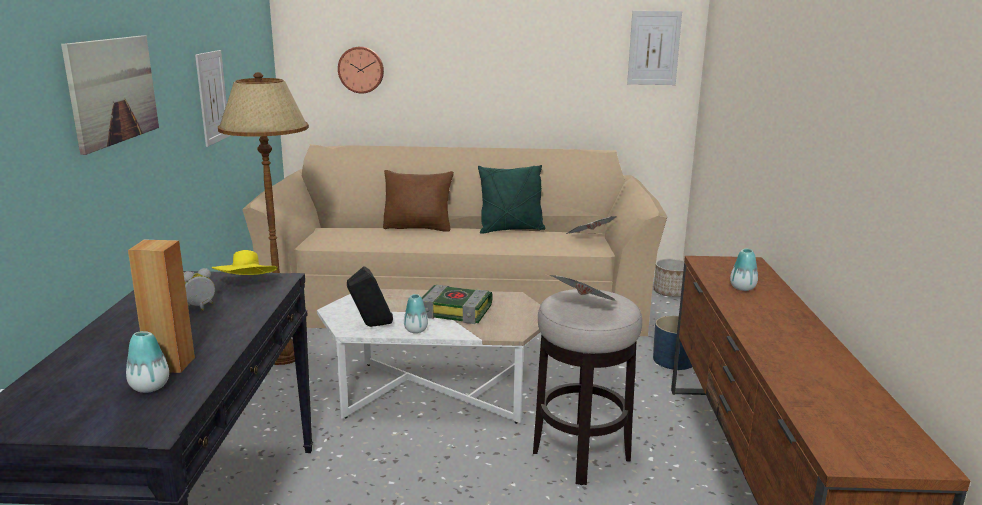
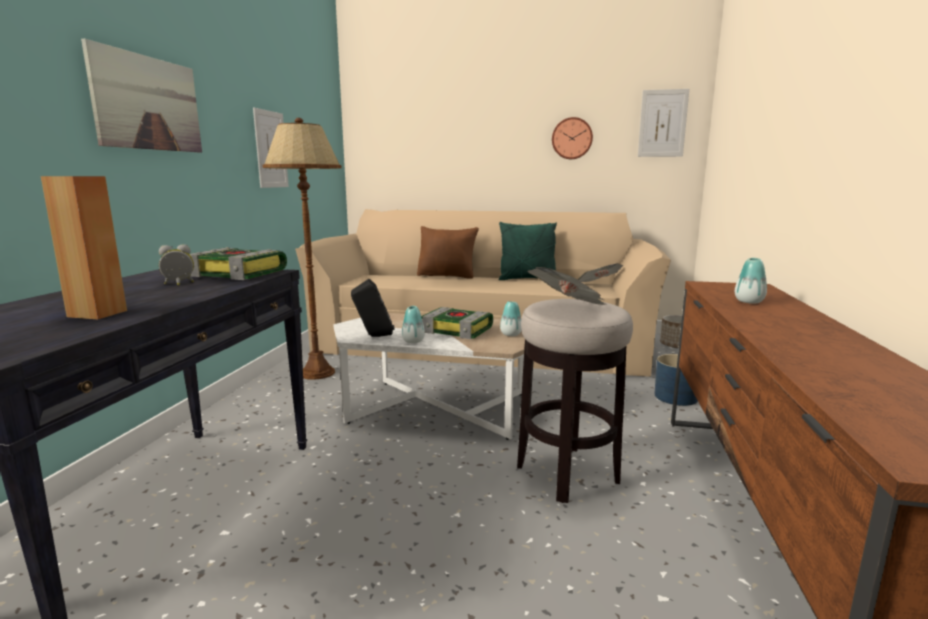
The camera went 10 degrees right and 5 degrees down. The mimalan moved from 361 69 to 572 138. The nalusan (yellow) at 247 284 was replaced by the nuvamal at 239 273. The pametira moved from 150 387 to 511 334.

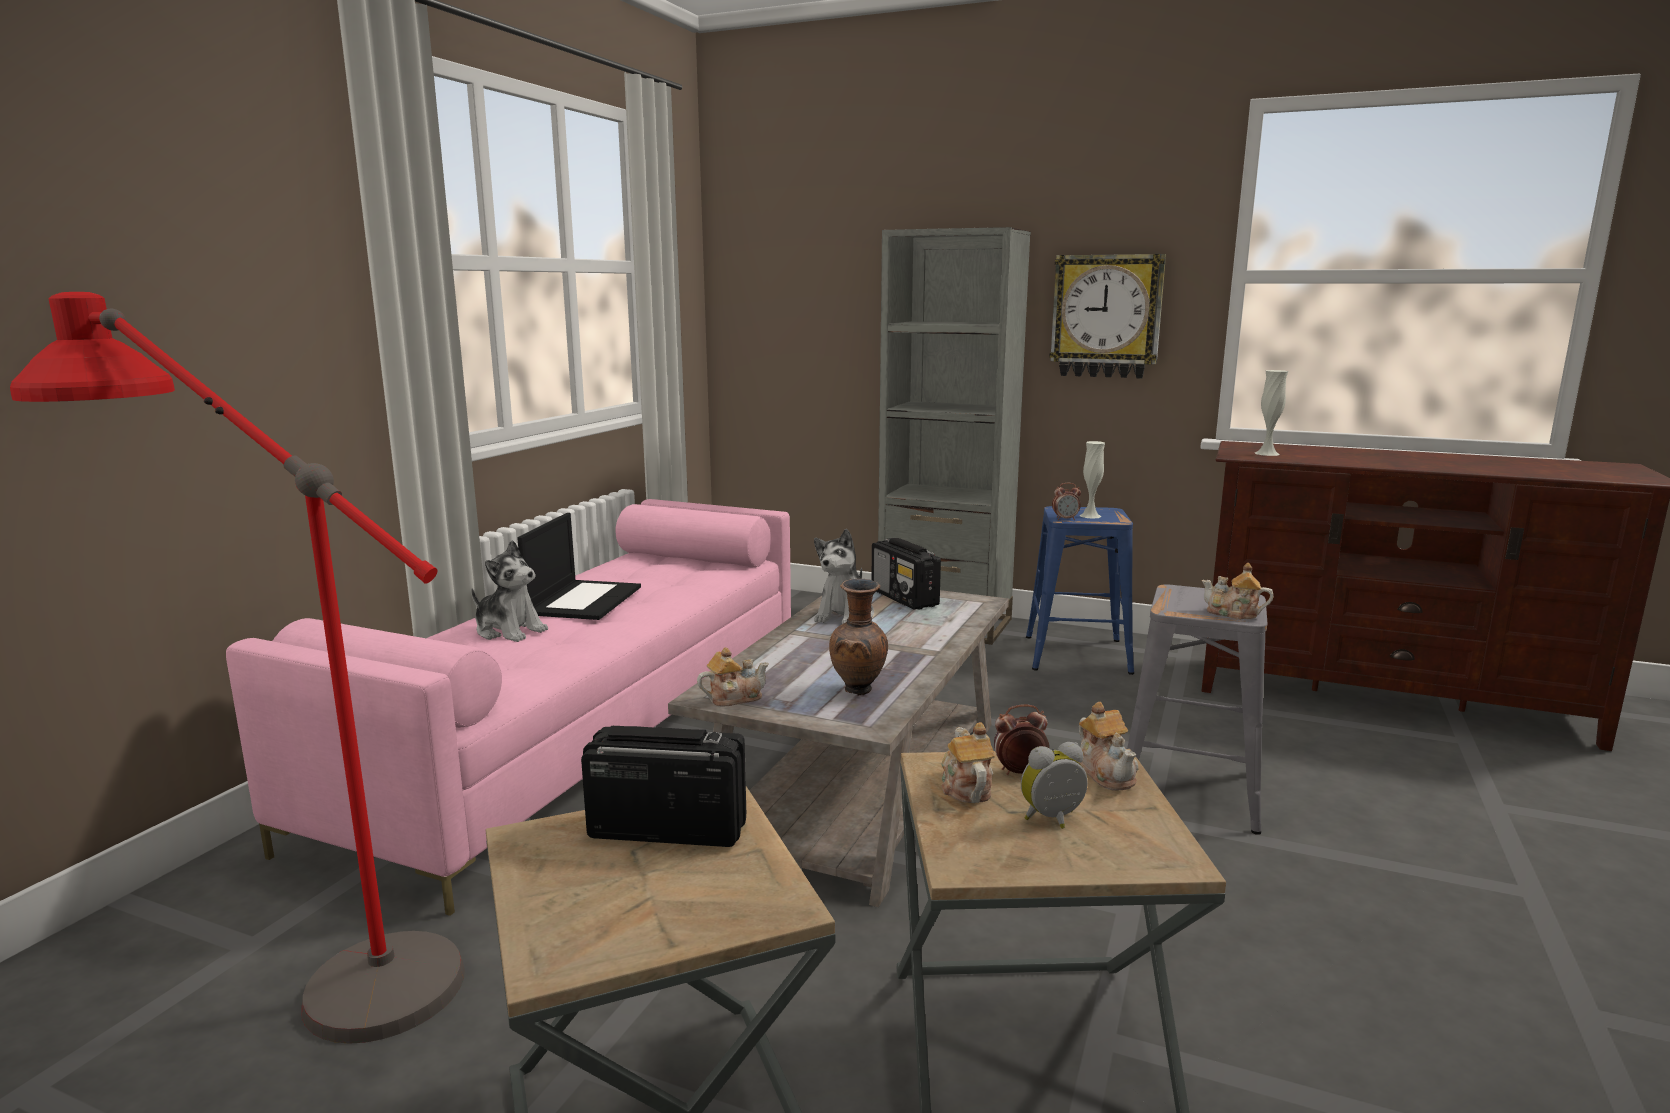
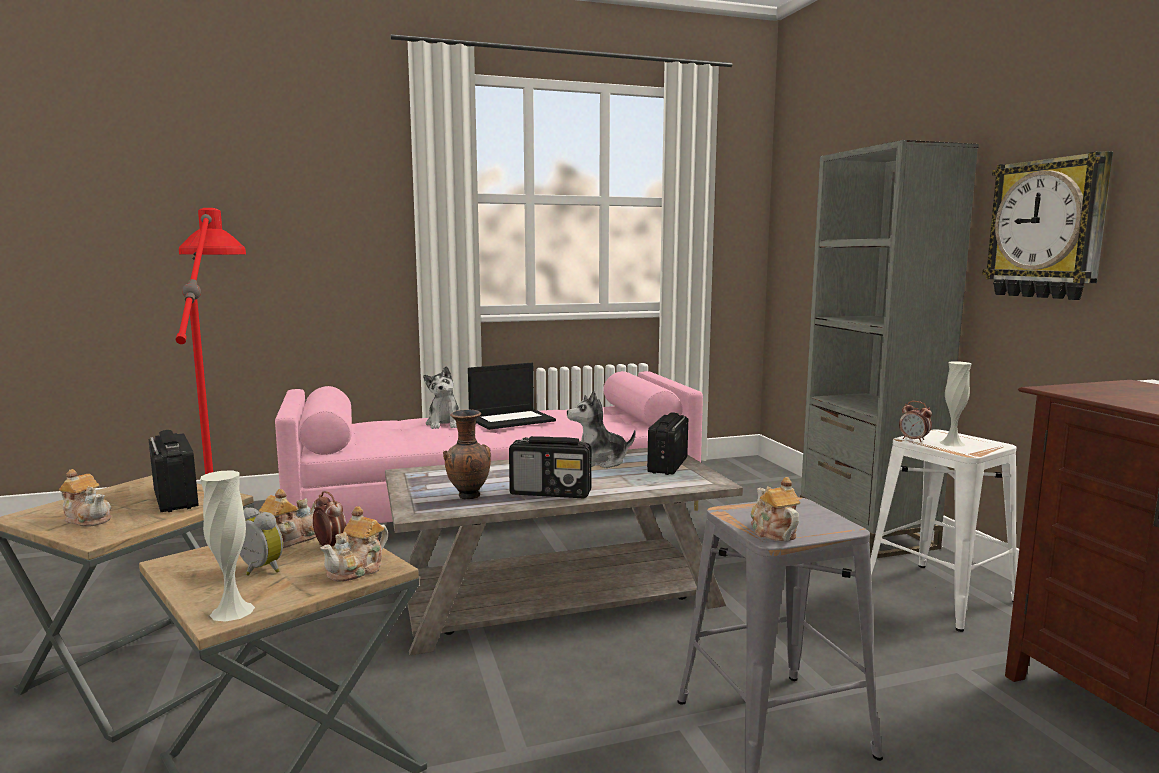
The camera went 50 degrees right and 5 degrees down. The pametira (white) moved from 1267 453 to 232 611. The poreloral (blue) at 1077 654 became the poreloral (white) at 940 595. The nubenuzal moved from 734 698 to 88 519. The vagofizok at 551 493 appeared.

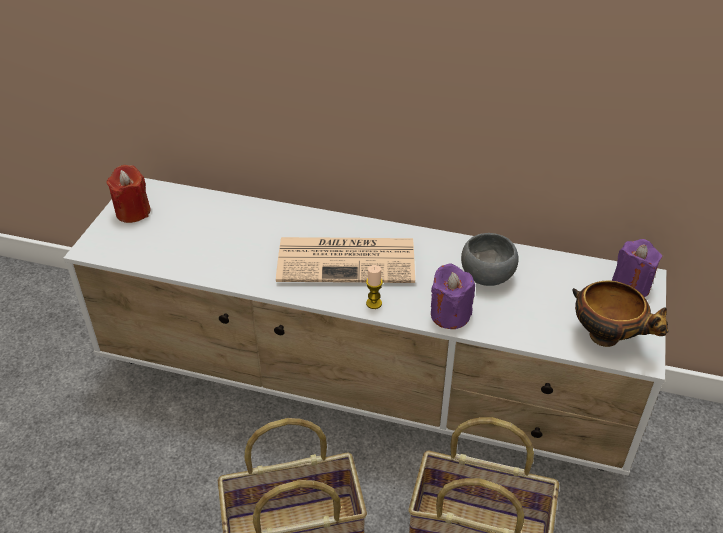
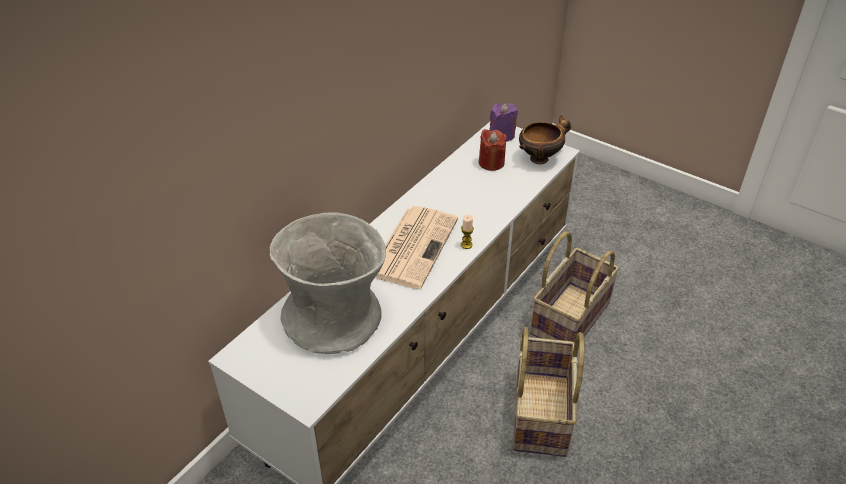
The camera went 70 degrees left and 0 degrees up. The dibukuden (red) moved from 133 212 to 491 163. The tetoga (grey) at 487 275 disappeared. The dibukuden (purple) at 450 315 disappeared. The pametira (grey) at 334 316 appeared.

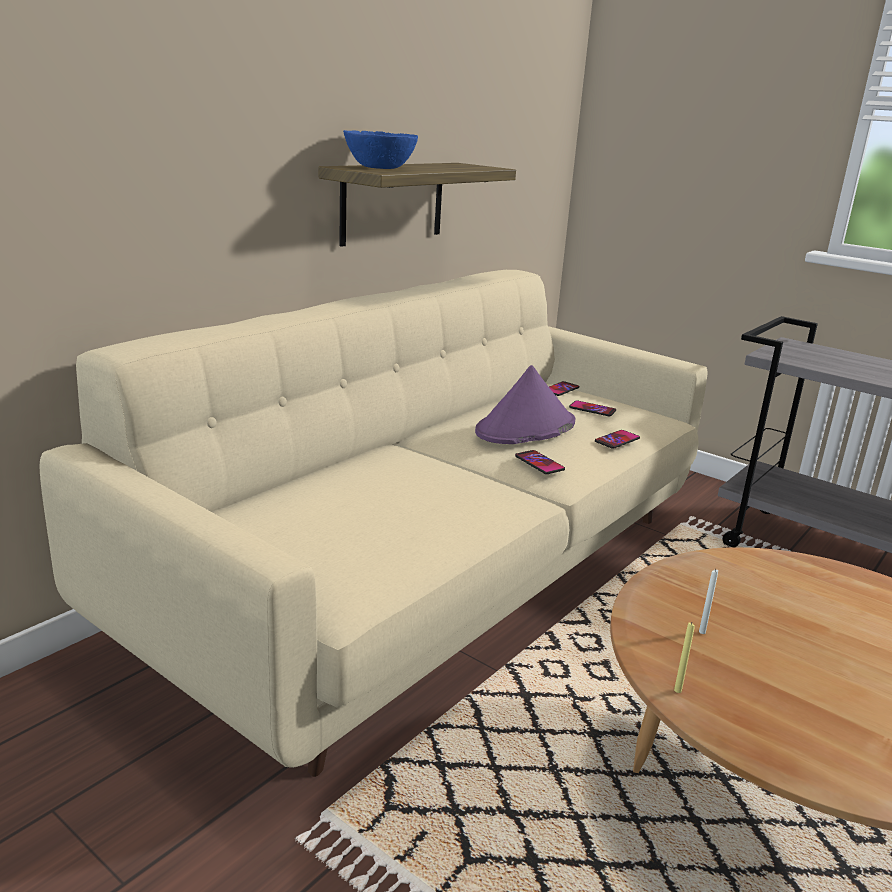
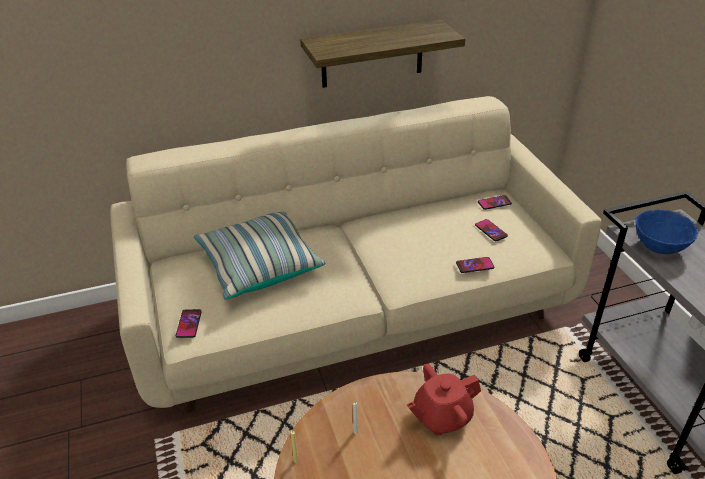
The camera went 35 degrees right and 15 degrees up. The tetoga (blue) moved from 380 168 to 659 246. The nalusan (purple) at 525 428 disappeared. The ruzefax moved from 539 463 to 189 324. The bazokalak at 259 266 appeared. The nubenuzal (red) at 441 417 appeared.

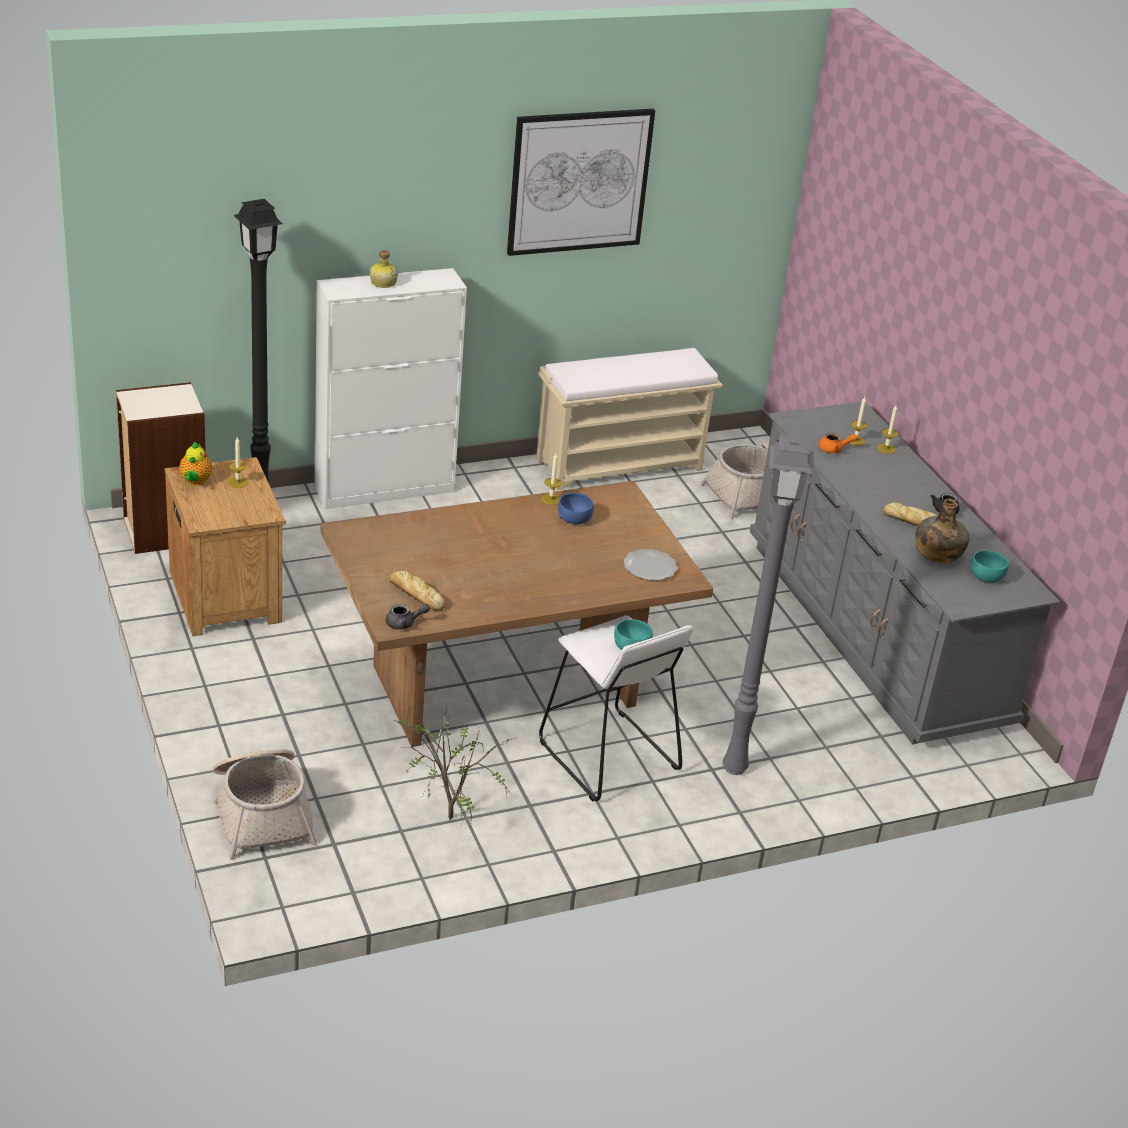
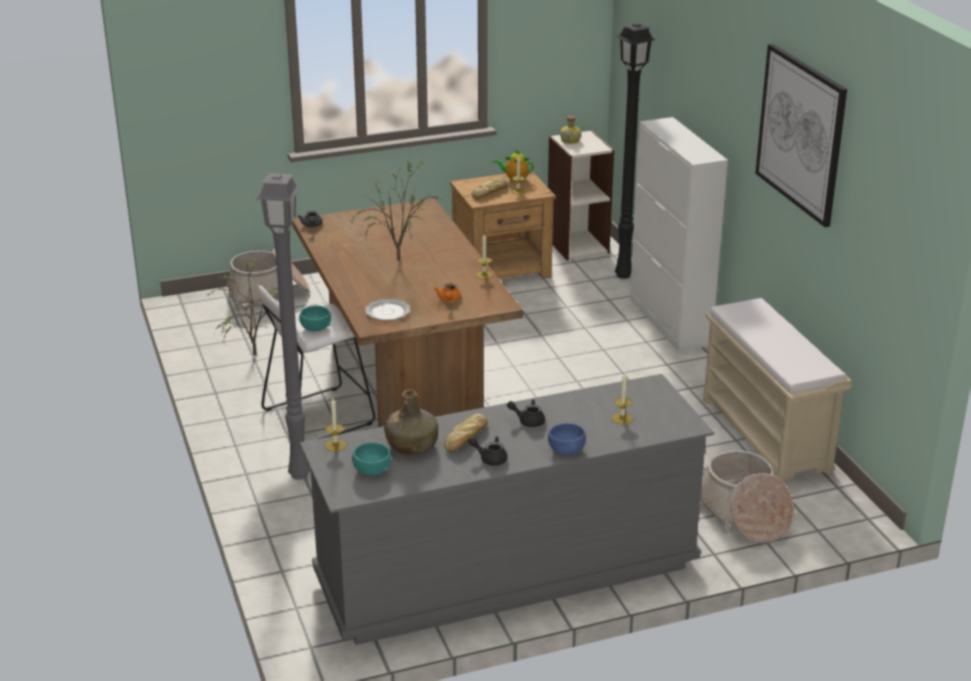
The camera went 95 degrees right and 5 degrees down. The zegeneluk moved from 383 282 to 571 140. The dibukuden moved from 886 448 to 335 445. The nubenuzal (orange) moved from 834 449 to 449 300. The tetoga (blue) moved from 574 518 to 566 449. The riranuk moved from 415 595 to 490 191. The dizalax at 398 258 appeared. The nubenuzal (black) at 528 420 appeared.

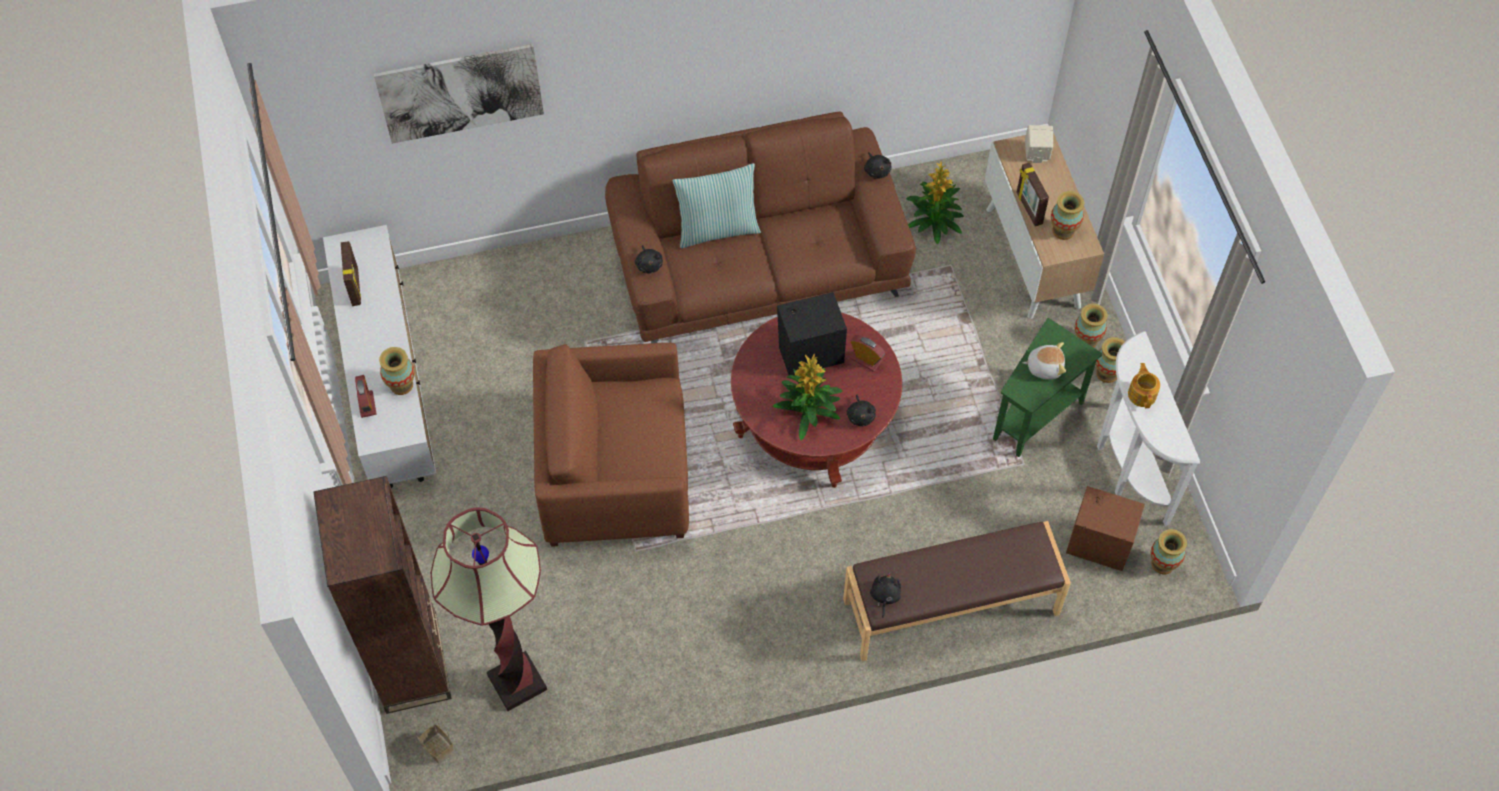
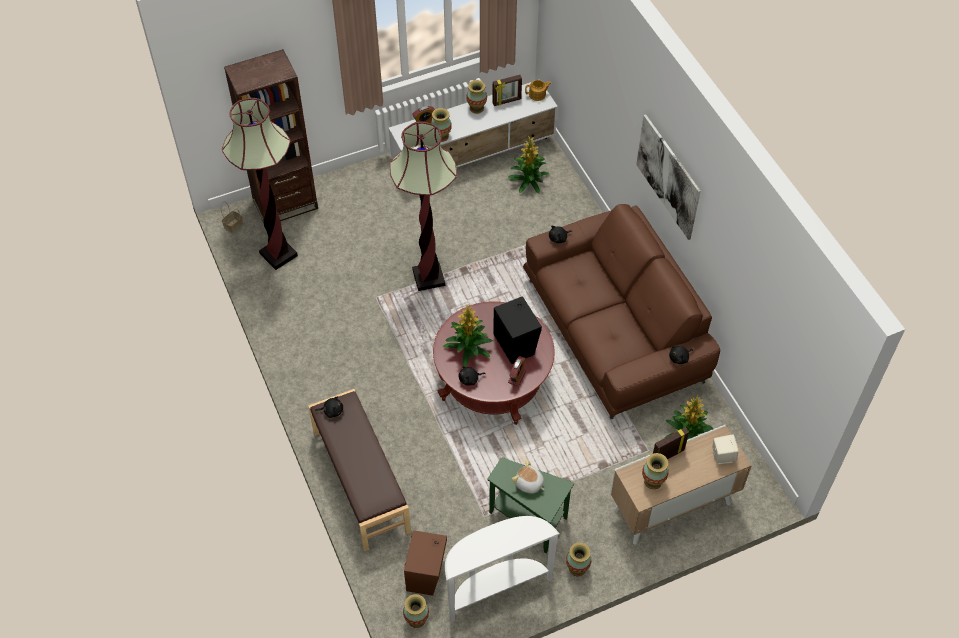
The camera went 80 degrees right and 5 degrees down. The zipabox moved from 460 93 to 668 176. The bazokalak at 717 229 disappeared. The pametira moved from 1086 339 to 476 108. The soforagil at 1044 366 turned 135 degrees clockwise. The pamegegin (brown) at 615 475 was replaced by the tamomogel at 429 278. The nubenuzal moved from 1142 394 to 537 95. The dizalax at 528 180 appeared.

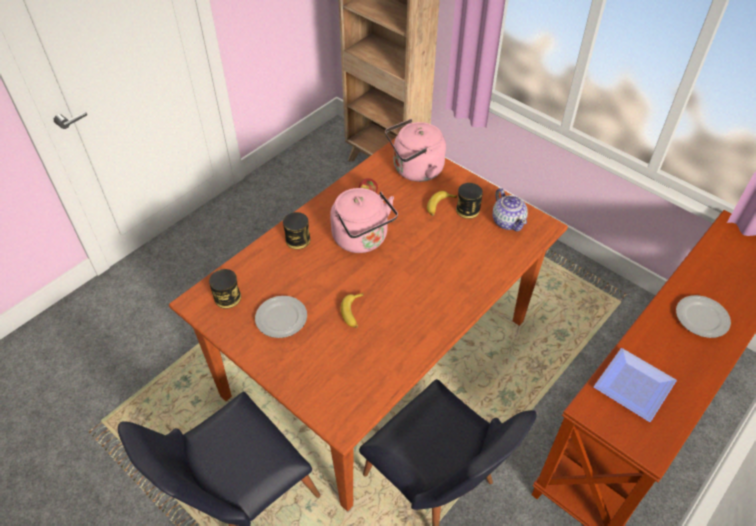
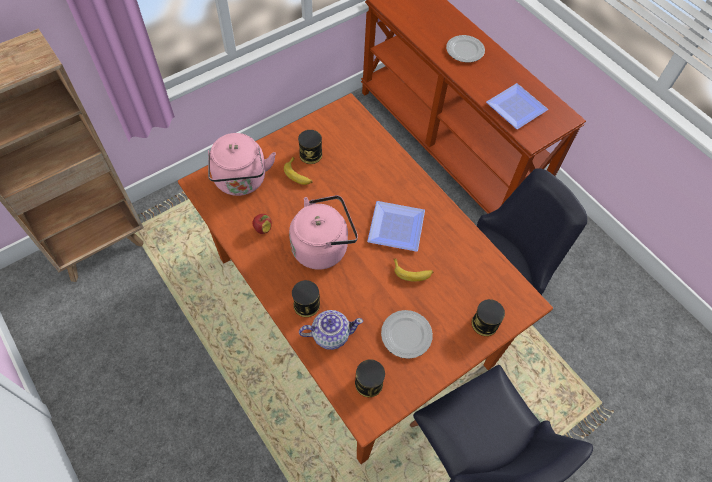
The camera went 80 degrees left and 10 degrees up. The nubenuzal moved from 508 221 to 330 334. The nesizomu at 394 228 appeared. The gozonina at 484 323 appeared.

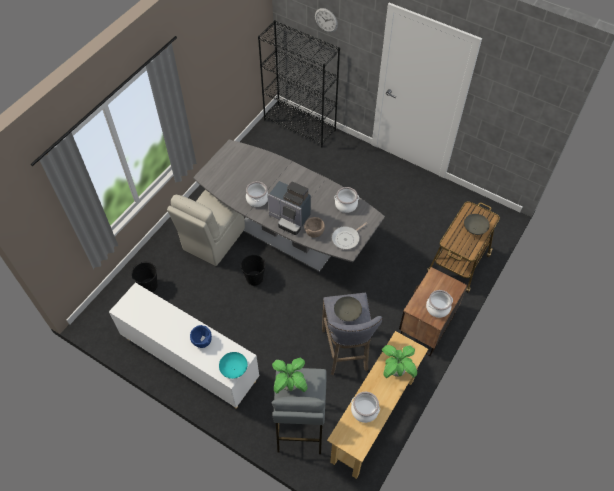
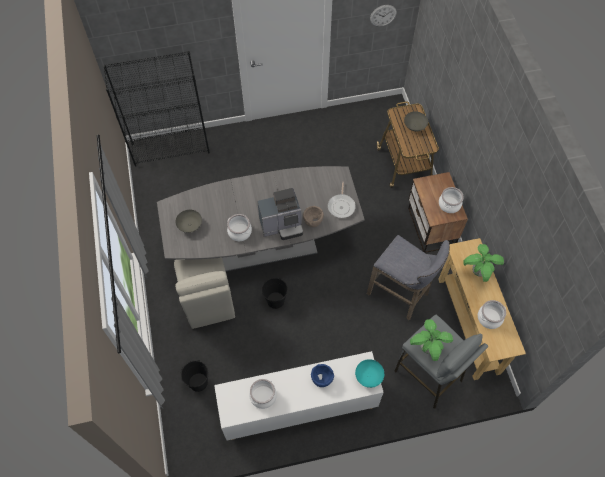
The camera went 45 degrees left and 5 degrees up. The mimalan moved from 326 20 to 383 15. The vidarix moved from 346 204 to 263 396. The tetoga (grey) moved from 347 313 to 189 225.

